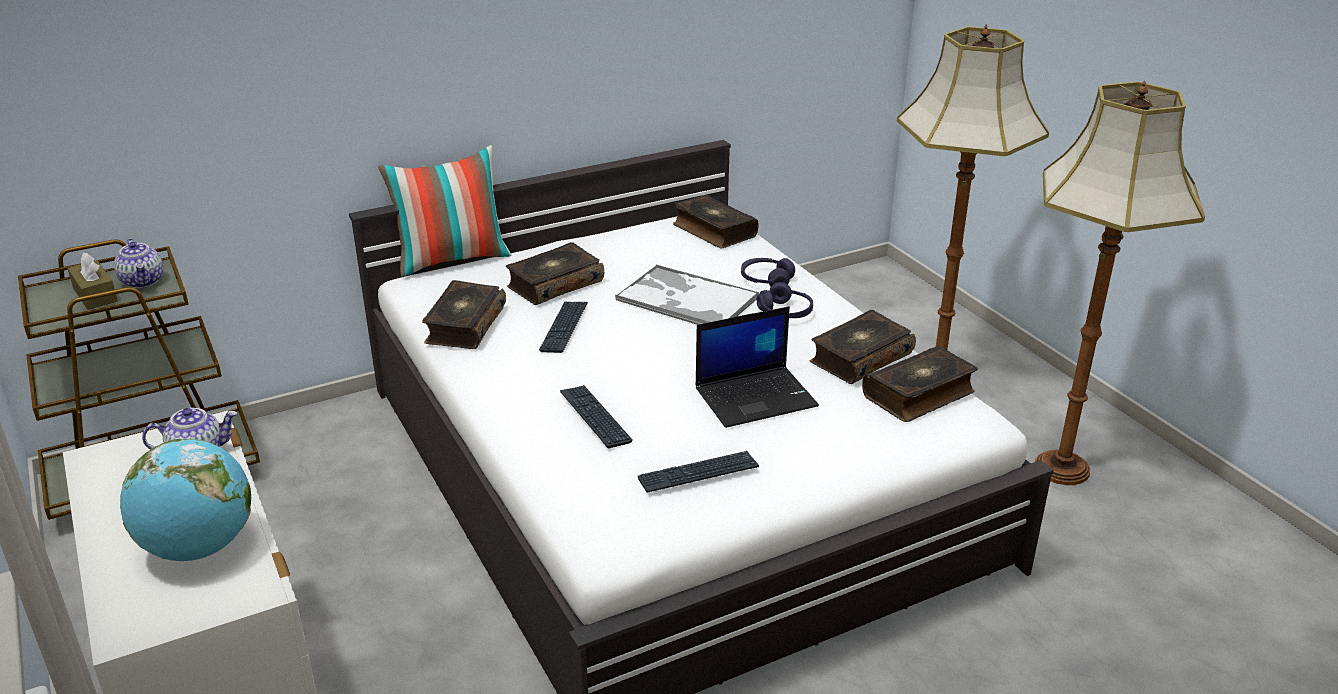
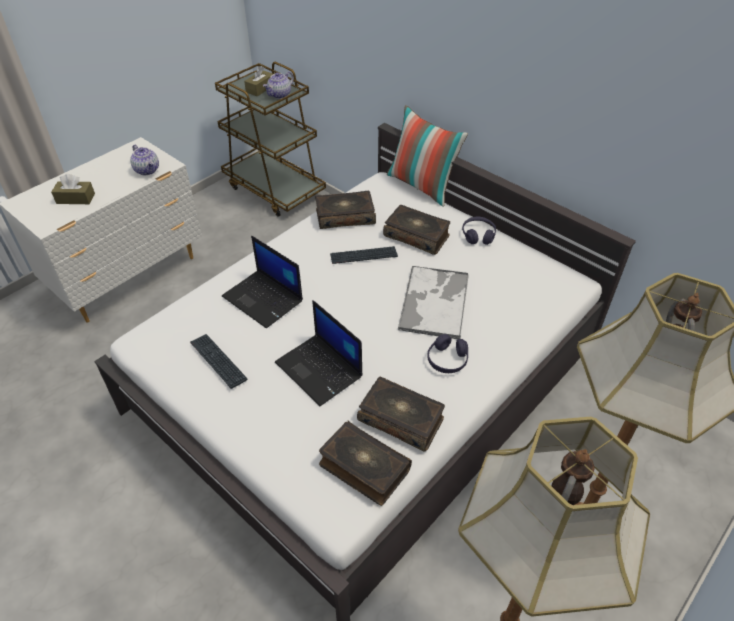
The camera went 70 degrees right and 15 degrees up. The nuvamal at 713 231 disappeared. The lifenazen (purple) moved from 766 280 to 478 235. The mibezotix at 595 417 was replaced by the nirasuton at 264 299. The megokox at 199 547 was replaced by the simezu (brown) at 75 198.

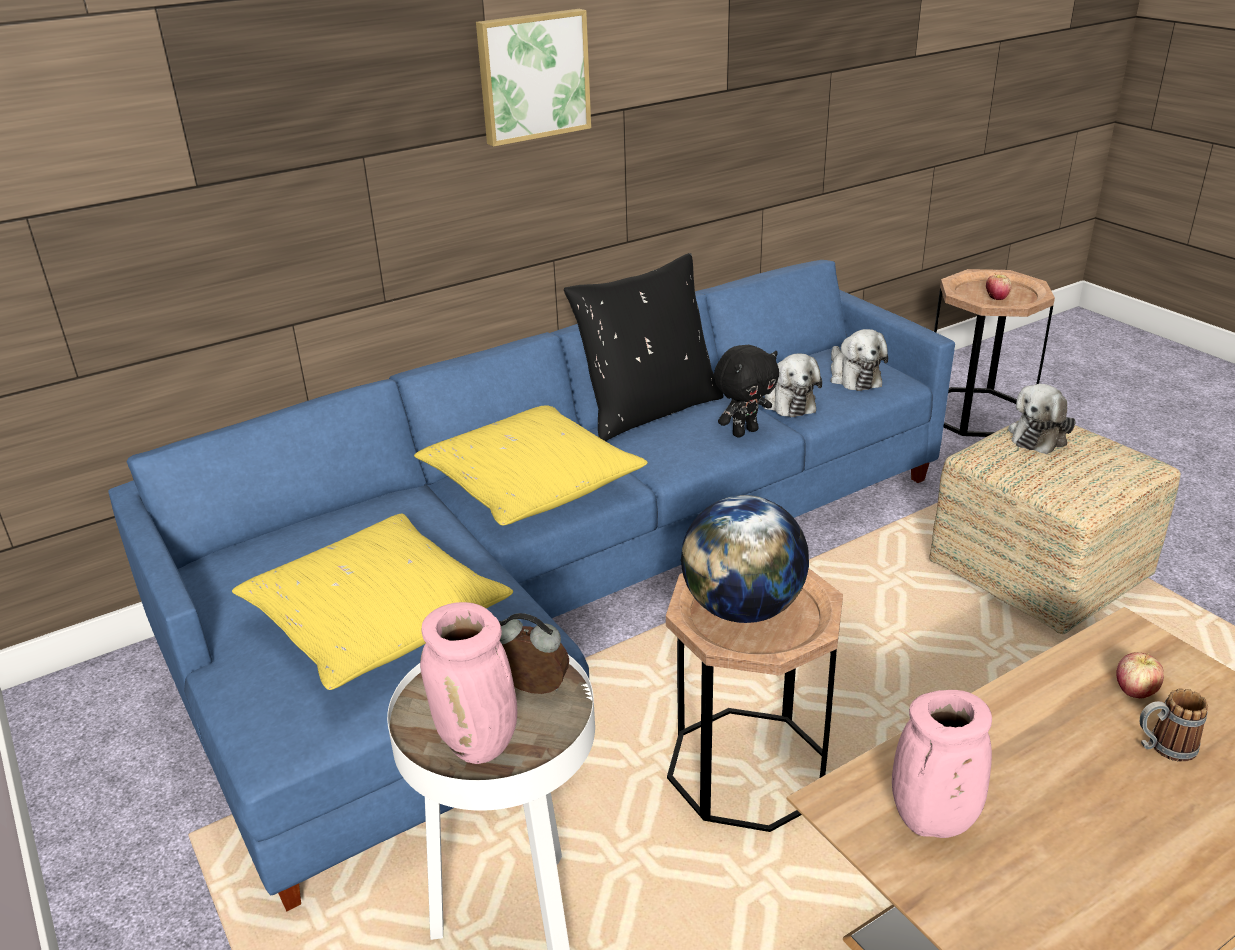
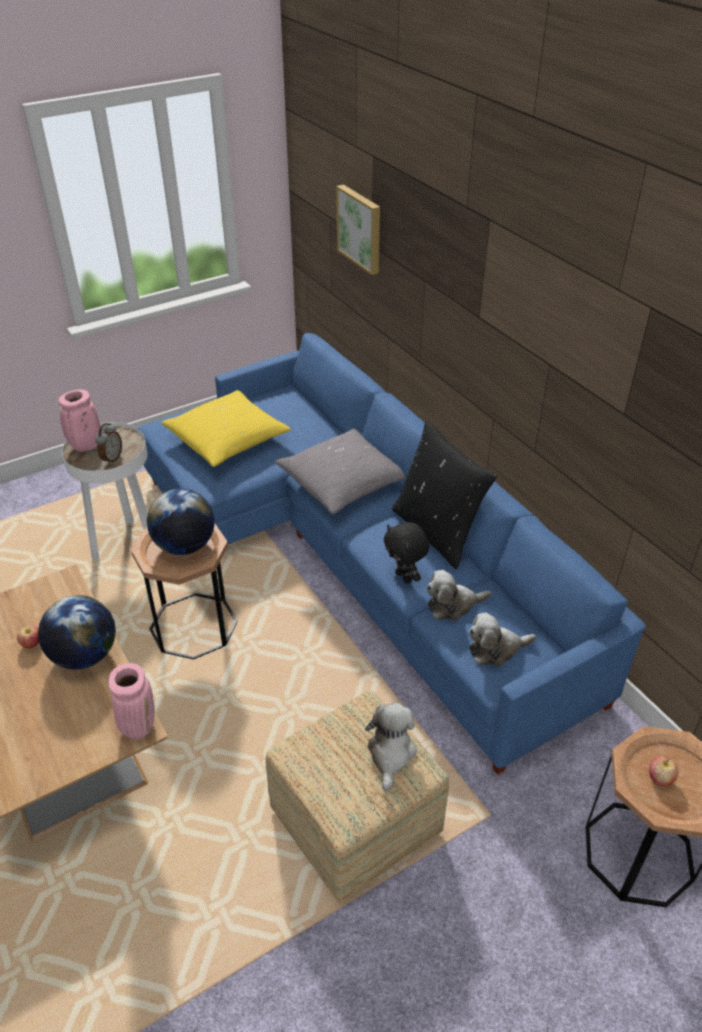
The camera went 90 degrees right and 10 degrees up. The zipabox moved from 532 76 to 361 228. The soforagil at 1039 435 turned 60 degrees clockwise. The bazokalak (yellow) at 530 484 became the bazokalak (grey) at 343 482. The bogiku moved from 1135 691 to 32 644. The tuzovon at 1163 748 disappeared. The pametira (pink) moved from 931 822 to 138 725. The megokox at 84 655 appeared.

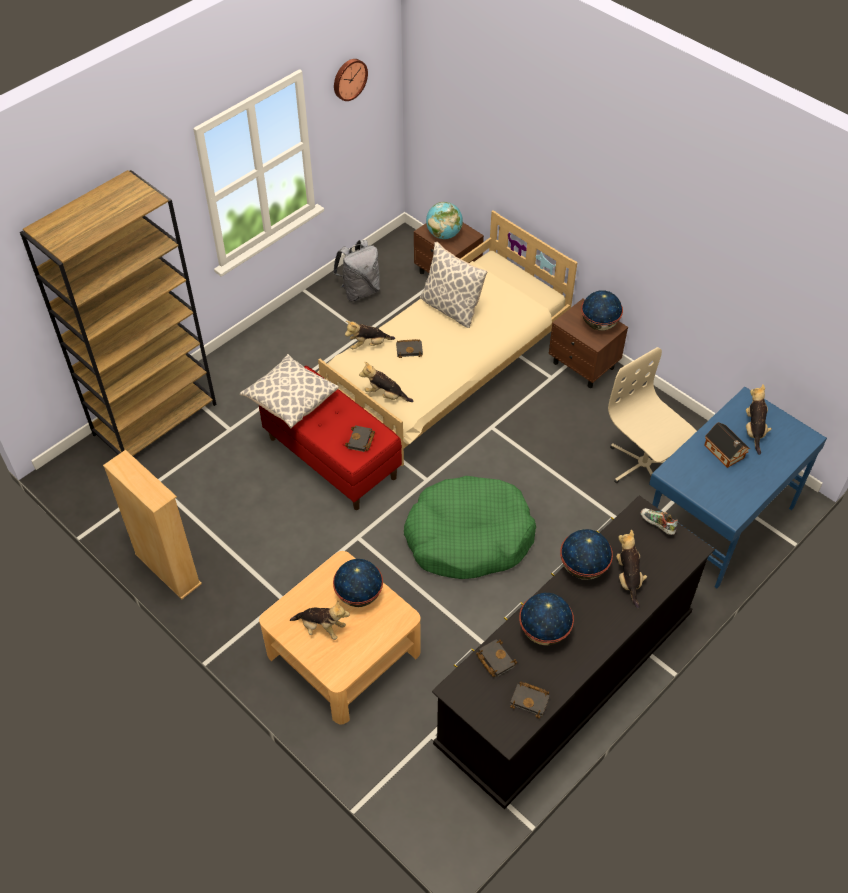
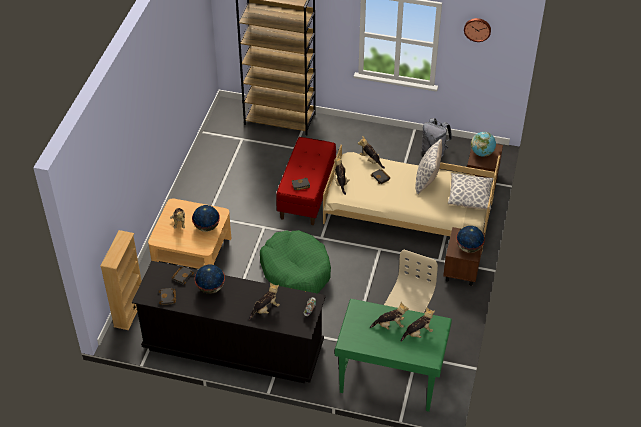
The camera went 60 degrees right and 5 degrees down. The bazokalak moved from 290 400 to 469 197. The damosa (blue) at 718 521 became the damosa (green) at 389 377. The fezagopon at 725 452 was replaced by the soforagil at 390 325. The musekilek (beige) moved from 168 569 to 129 310. The megokox at 583 567 disappeared.

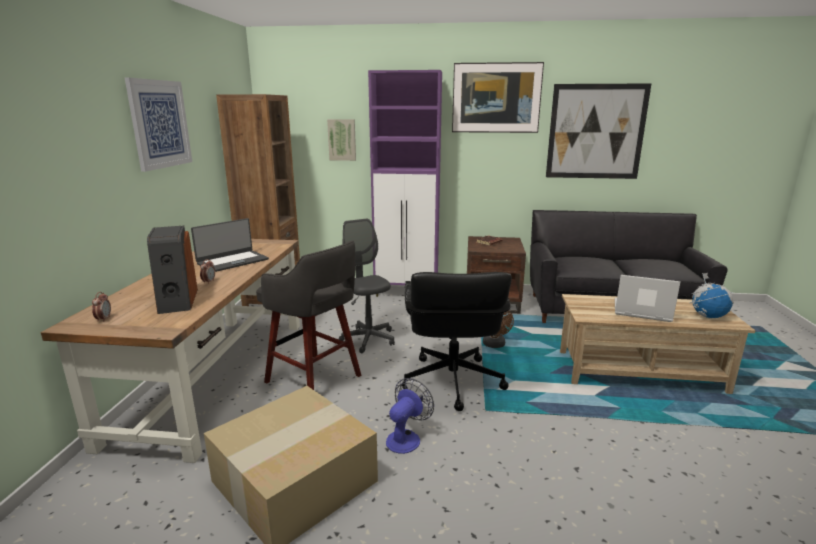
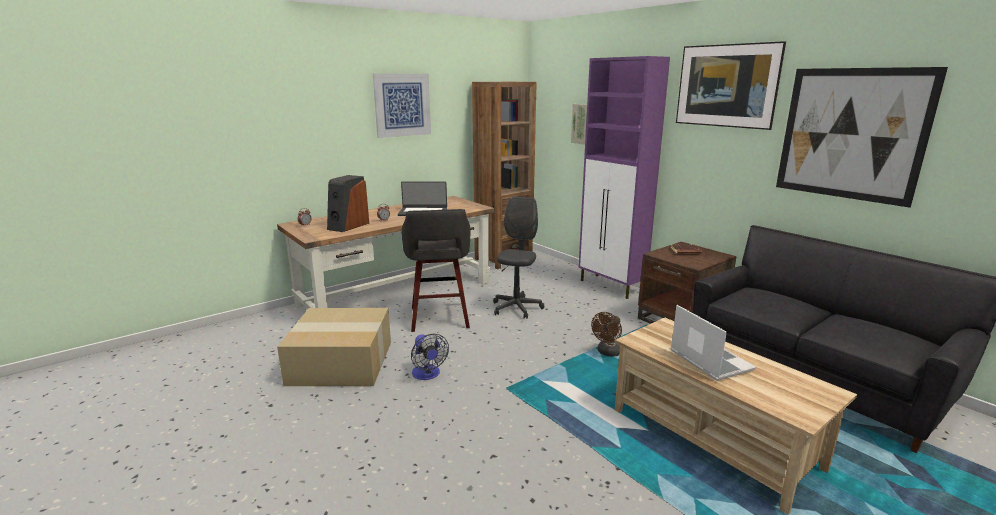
The camera went 45 degrees right and 0 degrees up. The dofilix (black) at 452 382 disappeared. The megokox at 707 316 disappeared. The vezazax at 406 437 turned 75 degrees clockwise.

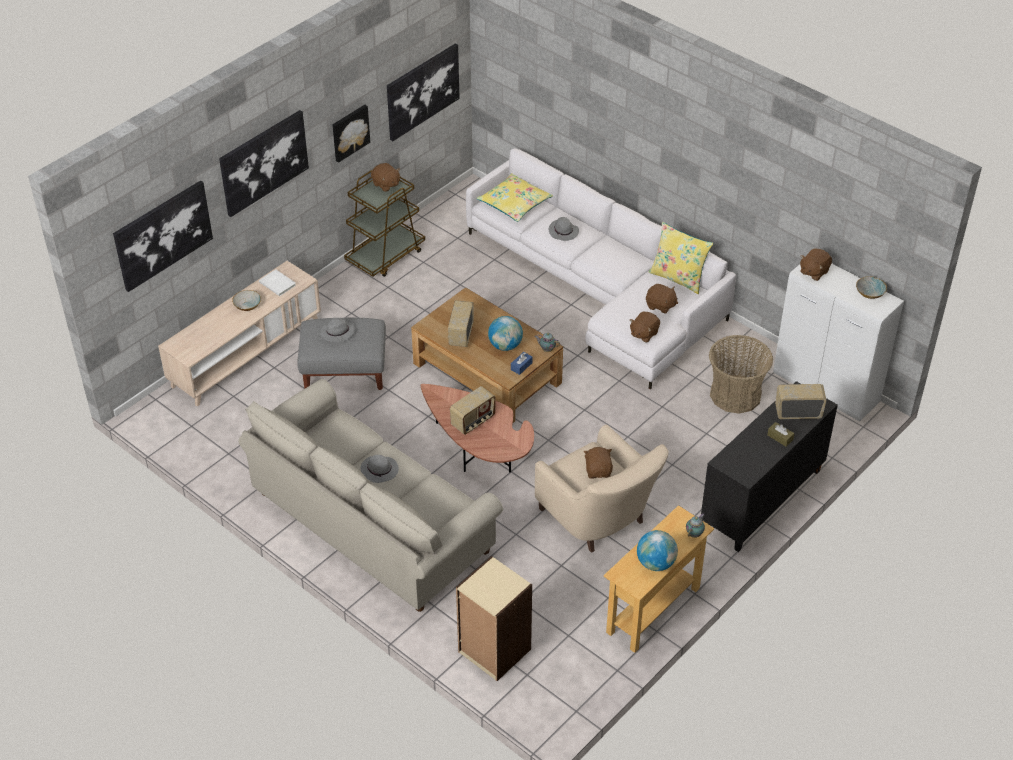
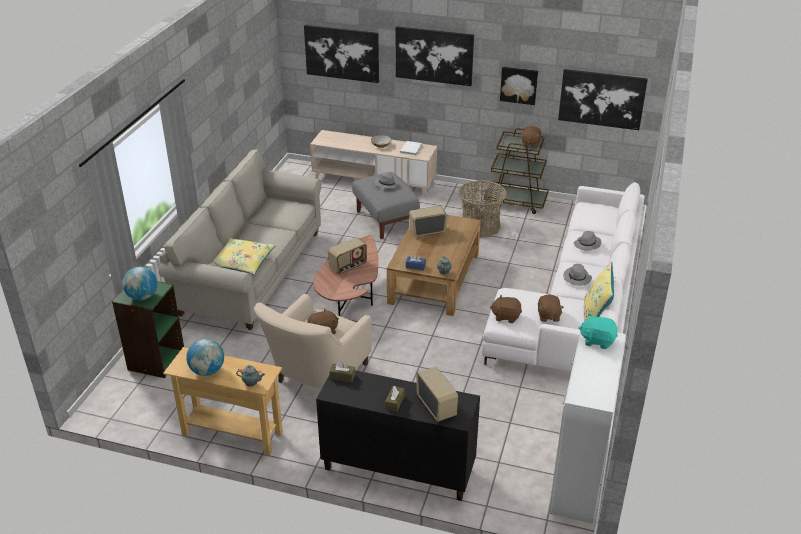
The camera went 65 degrees right and 10 degrees down. The bazokalak (yellow) moved from 514 203 to 242 262. The soforagil (brown) at 813 272 became the soforagil (turquoise) at 597 340. The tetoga at 870 293 disappeared. The megokox moved from 505 346 to 142 297. The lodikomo moved from 735 394 to 480 227. The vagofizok at 473 421 turned 60 degrees counterclockwise. The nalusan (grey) moved from 380 470 to 577 278. The musekilek (beige) at 494 651 became the musekilek (green) at 156 360. The simezu (brown) at 342 376 appeared.

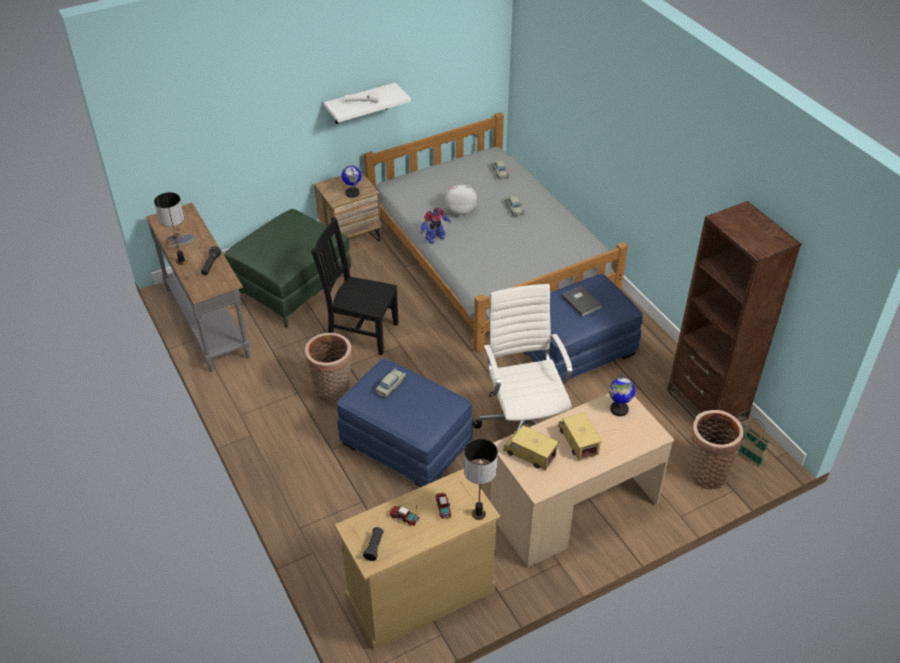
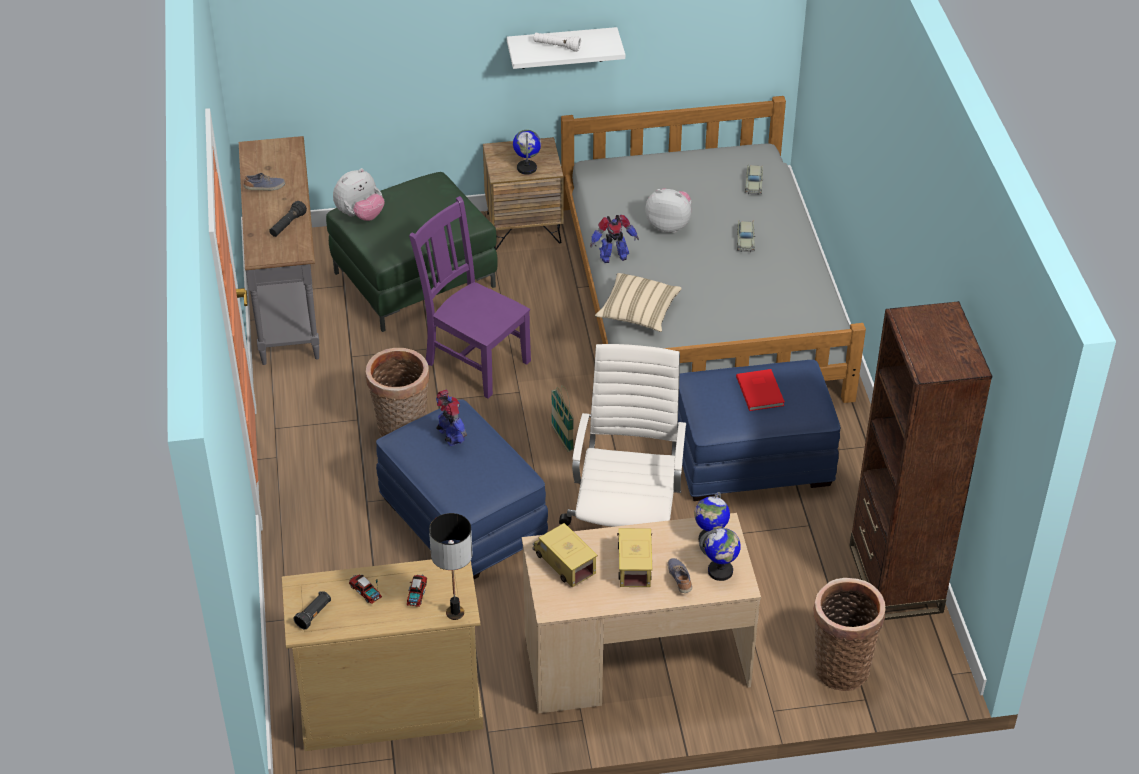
The camera went 20 degrees right and 0 degrees up. The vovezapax at 181 261 disappeared. The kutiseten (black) at 360 331 became the kutiseten (purple) at 475 360. The nuvamal (grey) at 582 301 became the nuvamal (red) at 761 391. The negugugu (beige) at 390 386 was replaced by the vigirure at 450 436. The lodikomo moved from 746 456 to 562 438. The soforagil at 360 215 appeared. The bazokalak (beige) at 638 313 appeared. The megokox at 720 571 appeared. The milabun at 680 579 appeared.

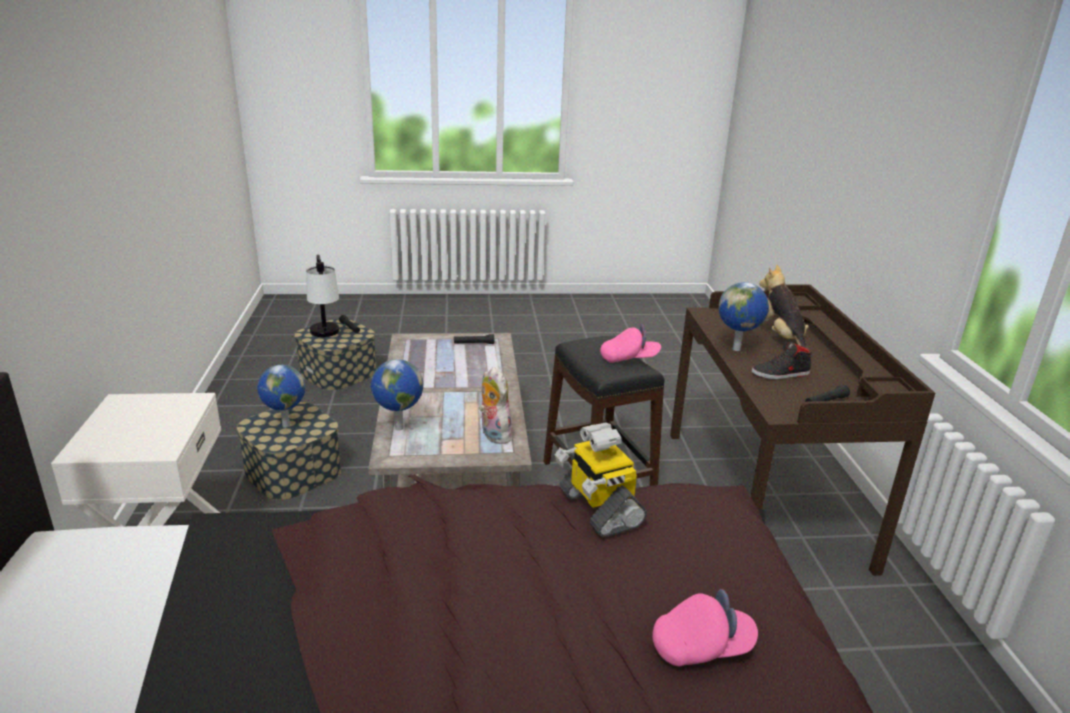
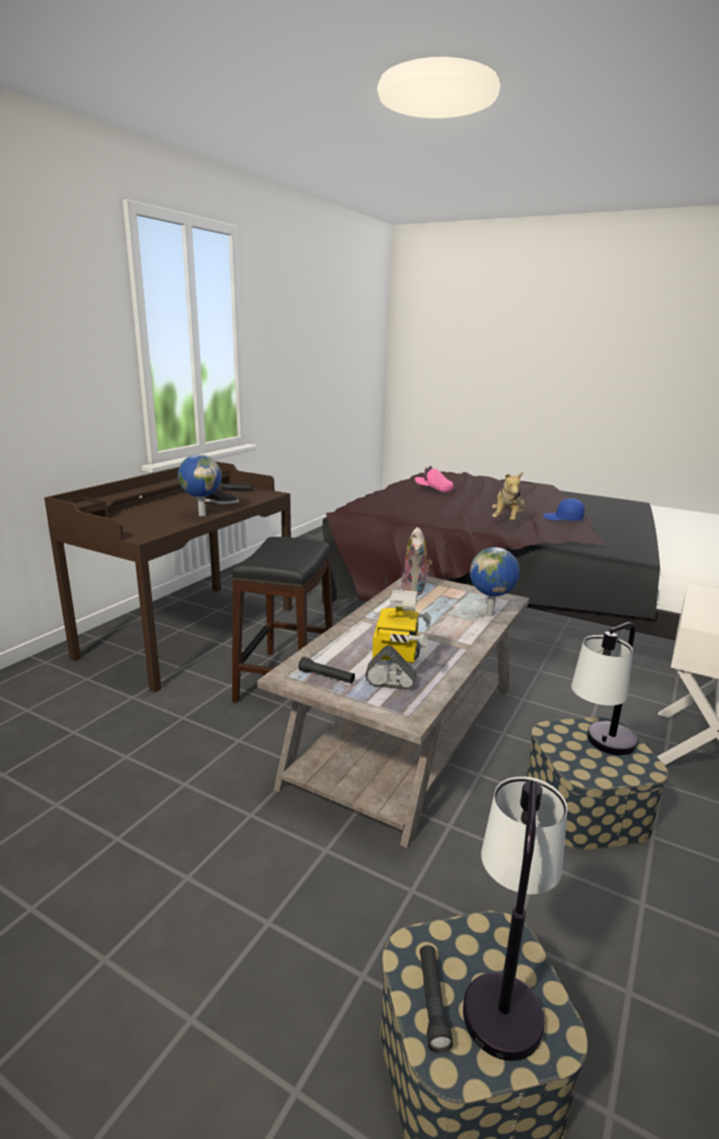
The camera went 145 degrees left and 5 degrees down. The soforagil moved from 782 338 to 507 520. The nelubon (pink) at 629 359 disappeared. The megokox at 285 425 was replaced by the vovezapax at 599 750. The vigirure moved from 598 508 to 395 669. The nelubon (blue) at 562 519 appeared.

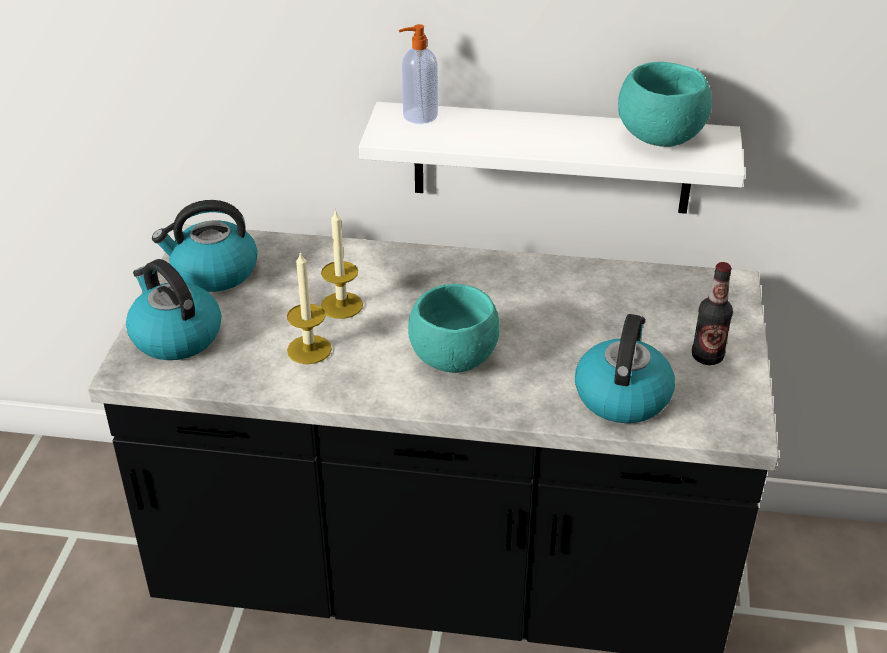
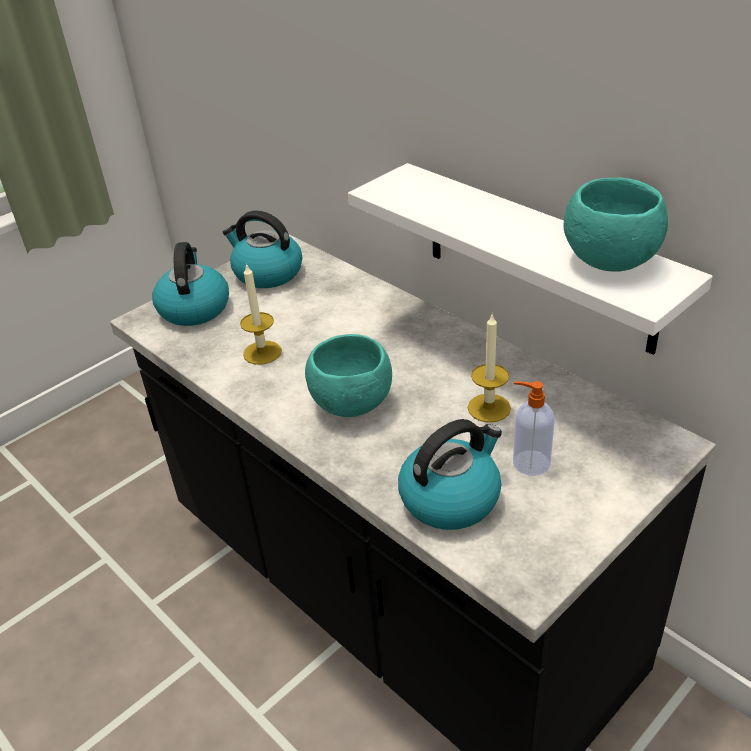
The camera went 40 degrees right and 0 degrees up. The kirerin moved from 419 116 to 529 463. The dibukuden moved from 341 305 to 489 408. The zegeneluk at 707 357 disappeared.

